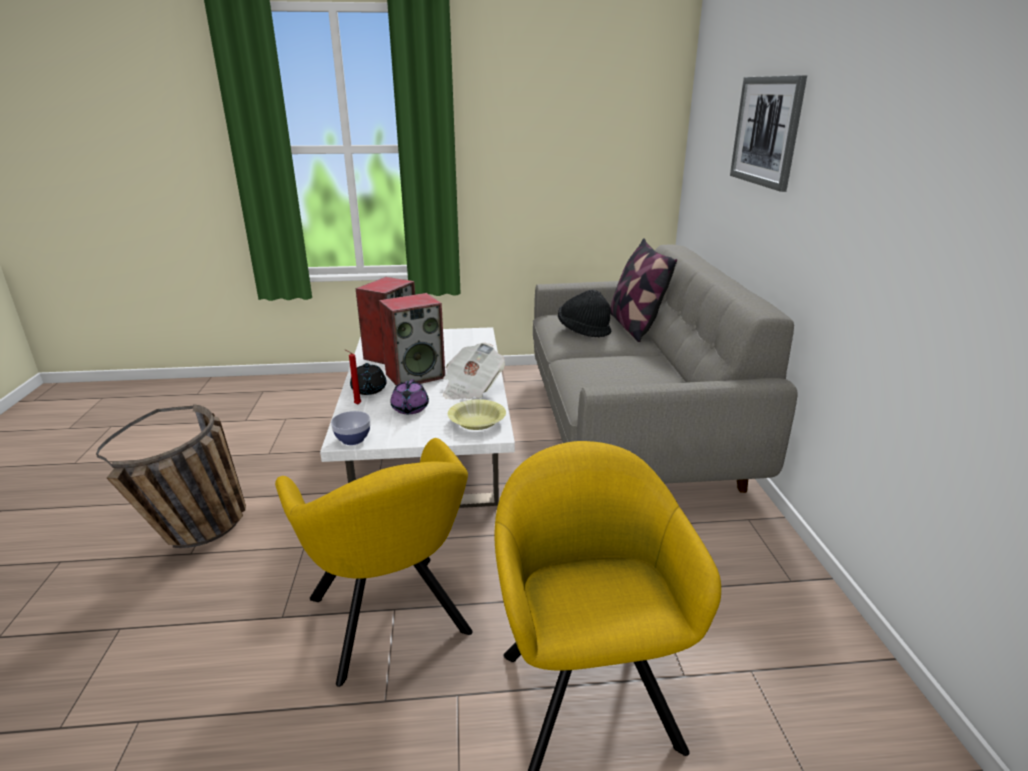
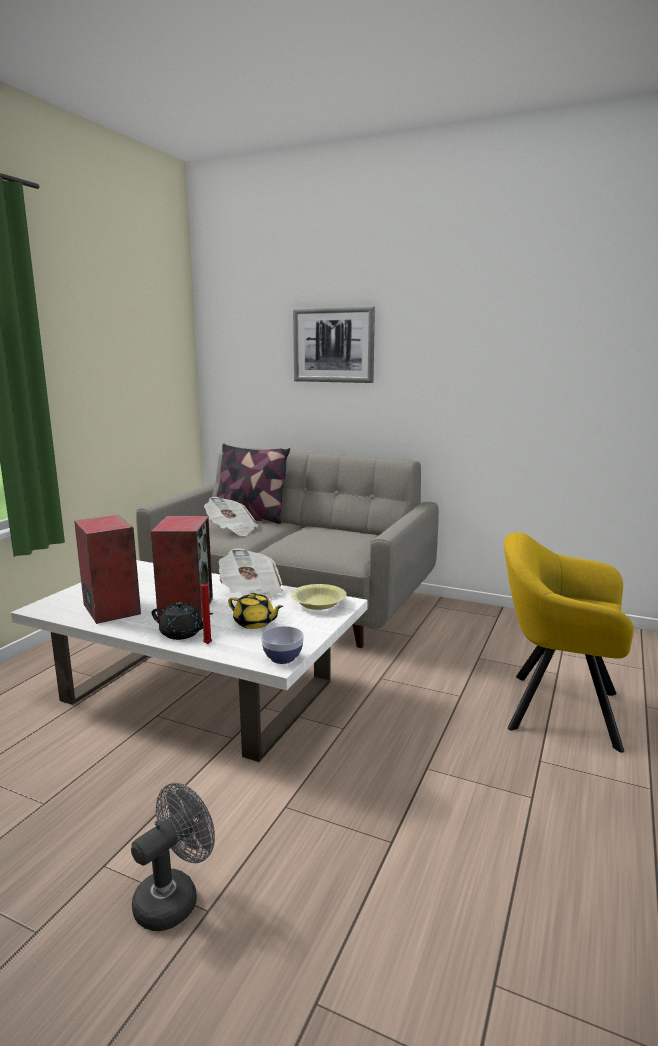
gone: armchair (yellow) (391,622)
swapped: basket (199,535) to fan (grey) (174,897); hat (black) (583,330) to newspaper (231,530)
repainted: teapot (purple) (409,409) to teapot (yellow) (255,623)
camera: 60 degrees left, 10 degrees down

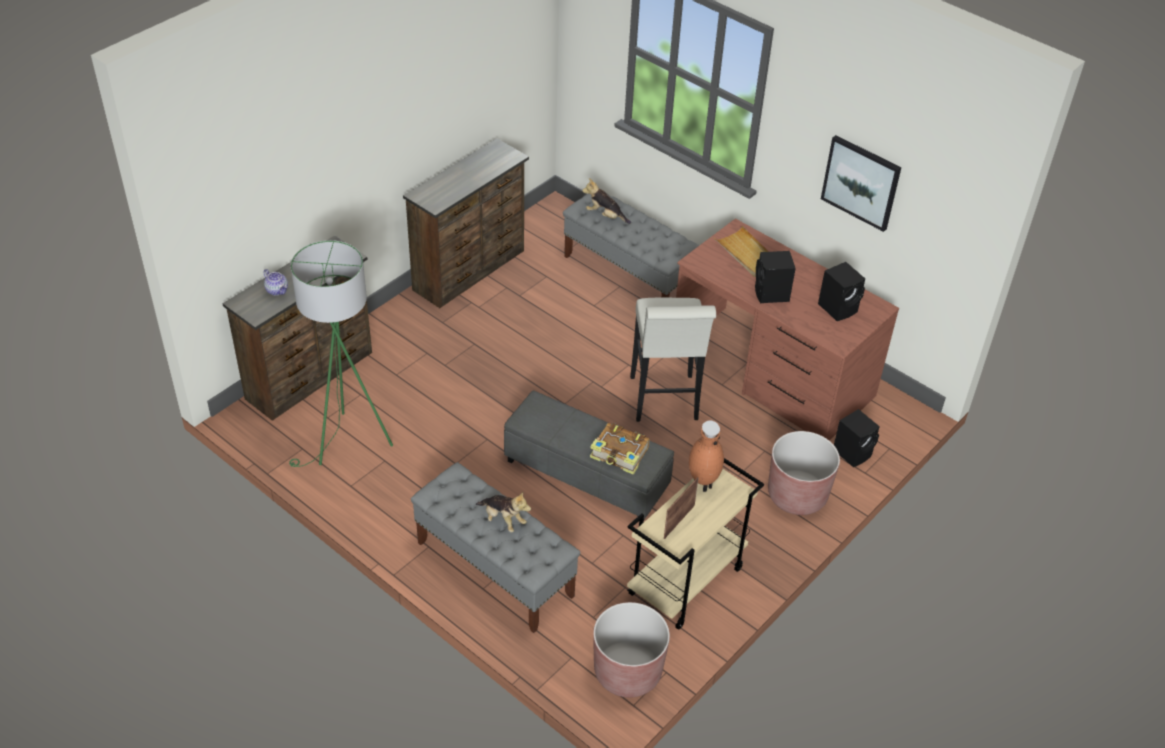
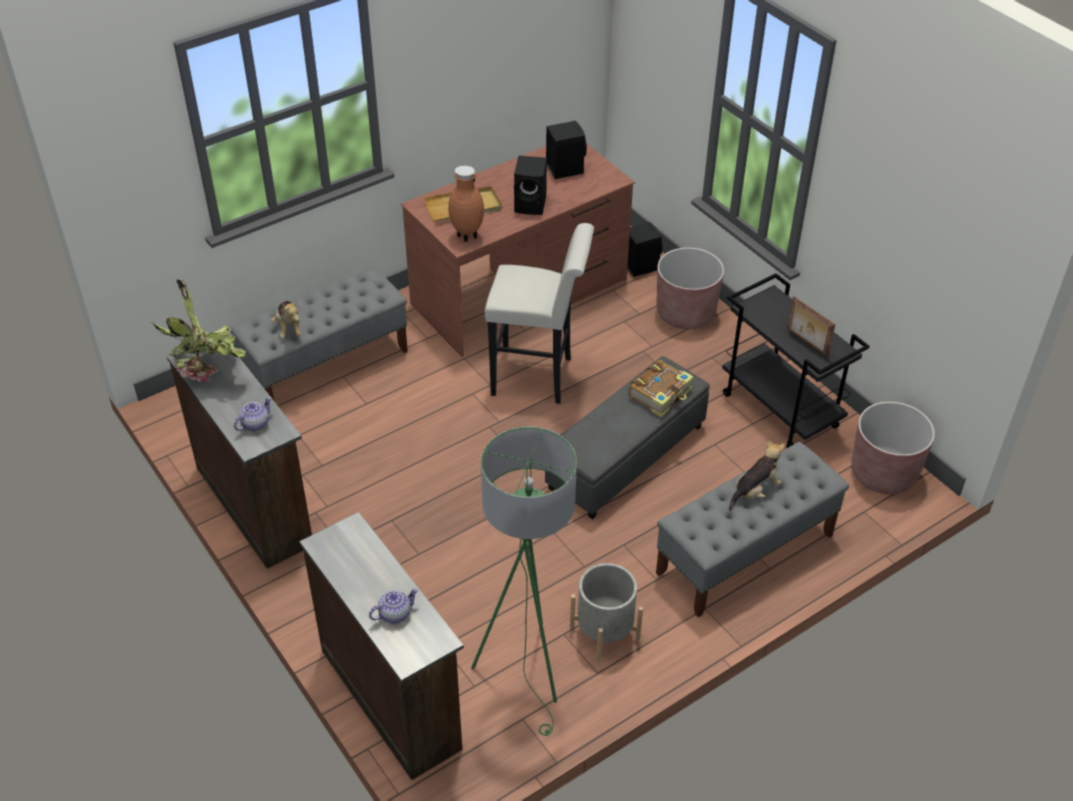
gone: picture (861,182)
new: potted plant (210,368); teapot (255,423); planter (grey) (604,632)
shifted: vase (brown) (702,484) to (467,237)
repainted: cart (beige) (685,582) to cart (black) (781,411)
rotated: plush toy (605,216) = (289,328) 60 degrees counterclockwise
camera: 75 degrees left, 0 degrees up

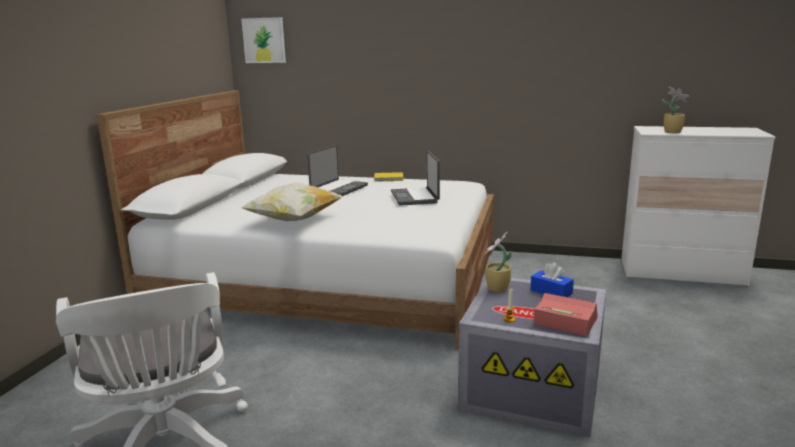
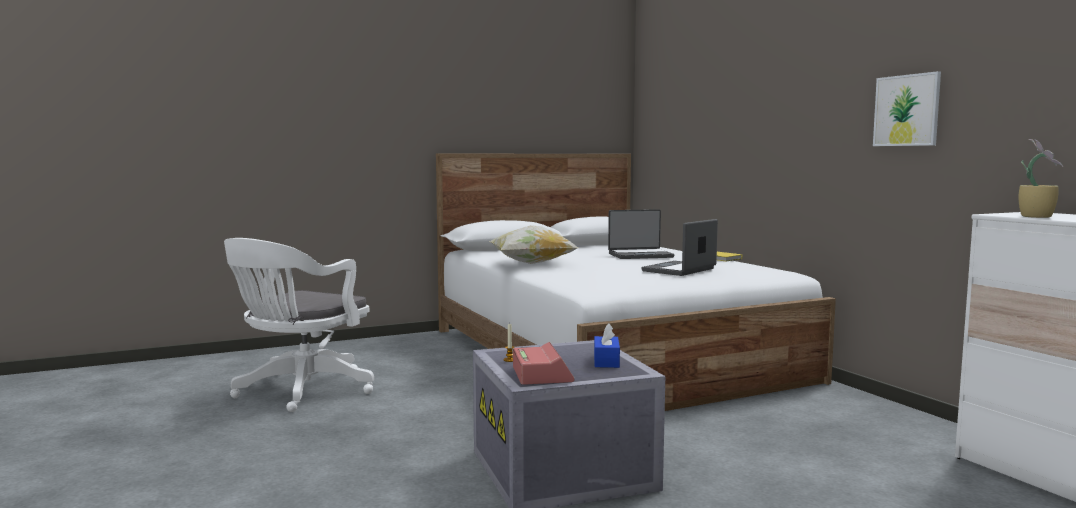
gone: potted plant (497,289)
shifted: picture (264,40) to (906,110)
camera: 50 degrees right, 10 degrees down

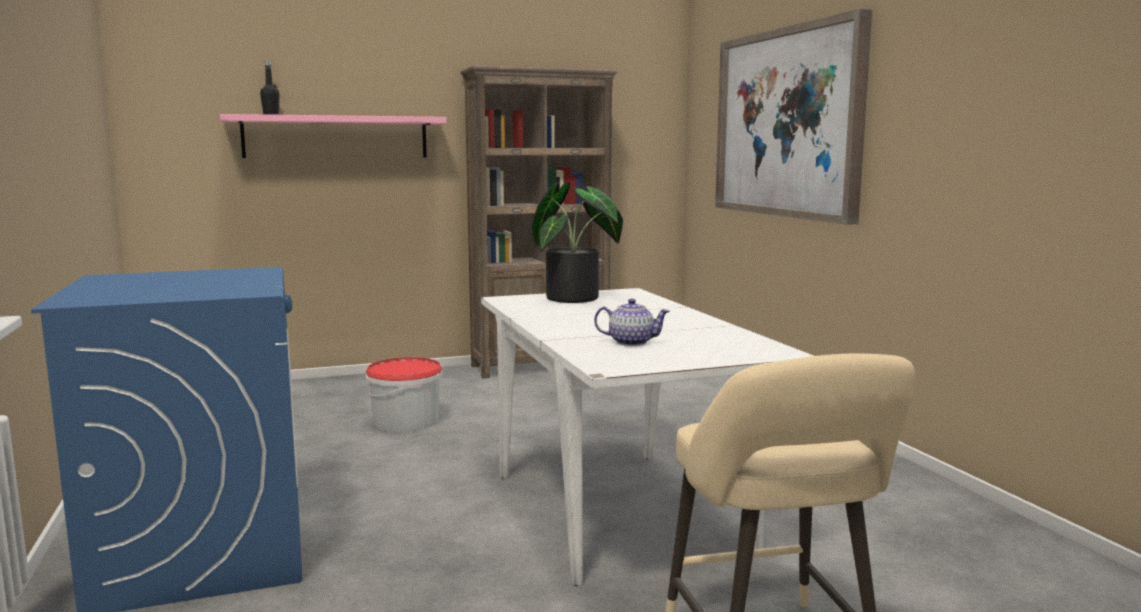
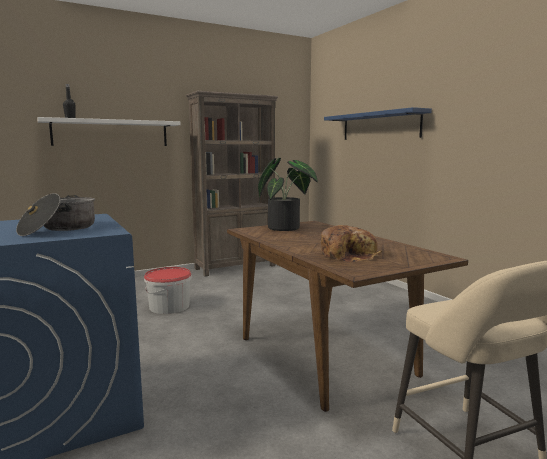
new: cooking pot (59,229)
swapped: teapot (631,342) to bread (349,255); picture (787,123) to shelf (blue) (379,126)
repainted: shelf (pink) (336,137) to shelf (white) (111,133); dining table (white) (619,511) to dining table (brown) (325,356)
camera: 10 degrees left, 0 degrees up

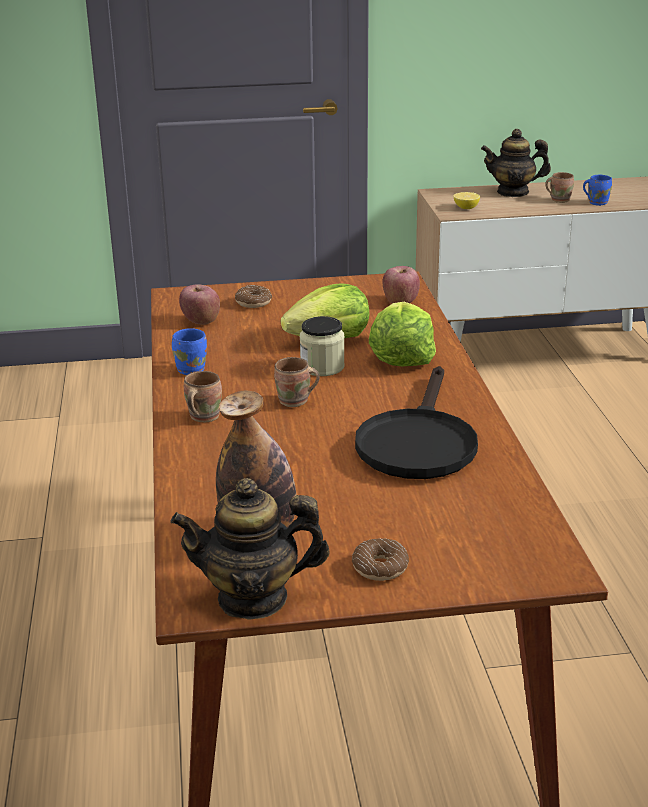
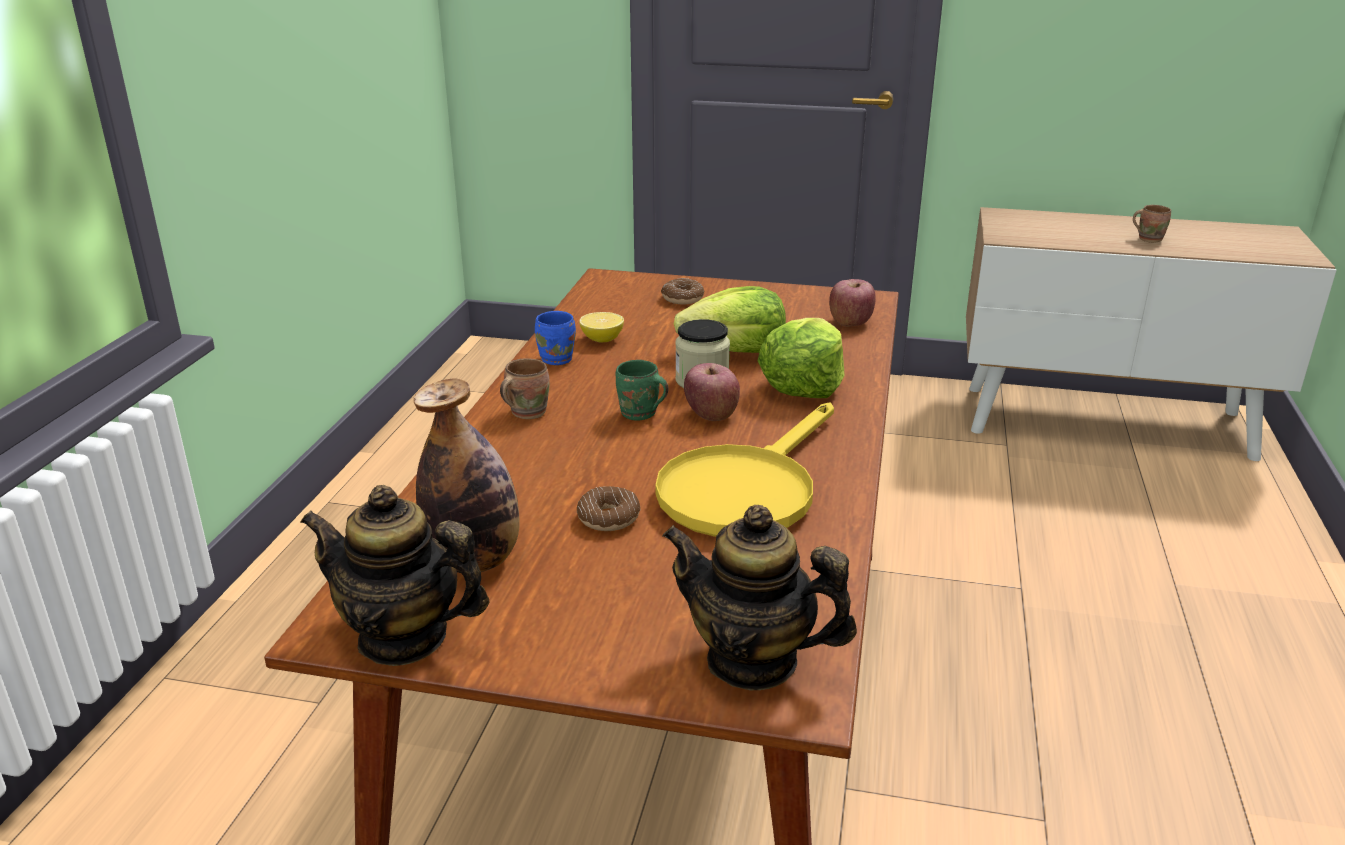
gone: mug (blue) (596,202)
shifted: donut (380,567) to (608,518); lemon (466,208) to (602,339); teapot (513,192) to (752,660); apple (200,321) to (711,414)
repainted: mug (brown) (295,402) to mug (green) (640,415); frying pan (black) (418,442) to frying pan (yellow) (745,489)
camera: 20 degrees right, 0 degrees up

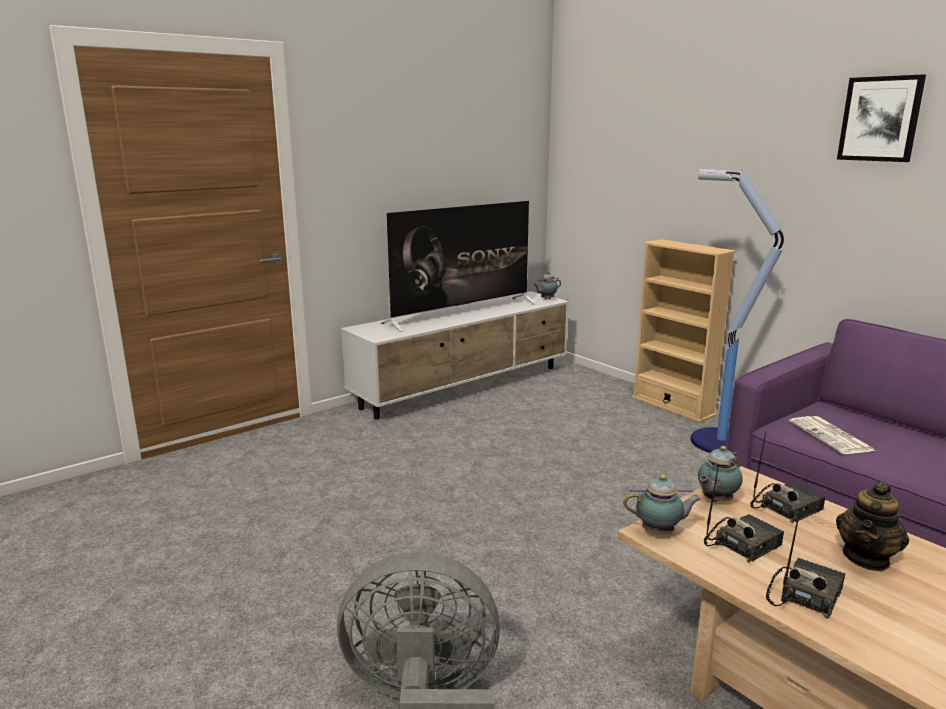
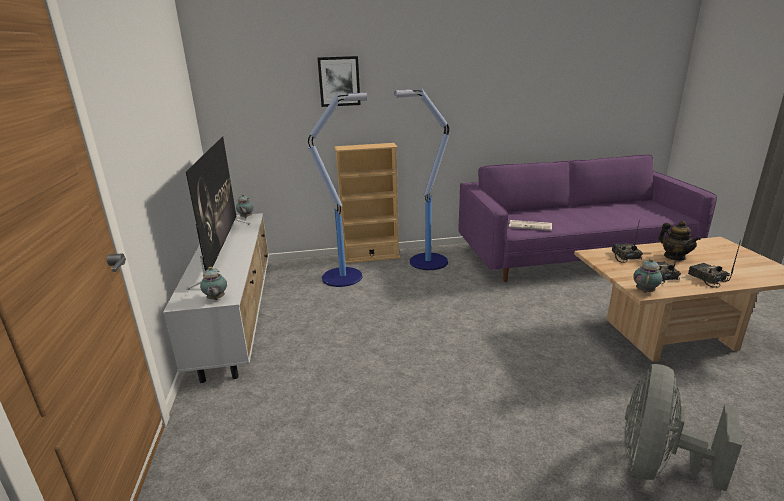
new: floor lamp (344,277)
shifted: teapot (715,500) to (215,299); picture (880,119) to (339,81)
camera: 60 degrees left, 5 degrees up

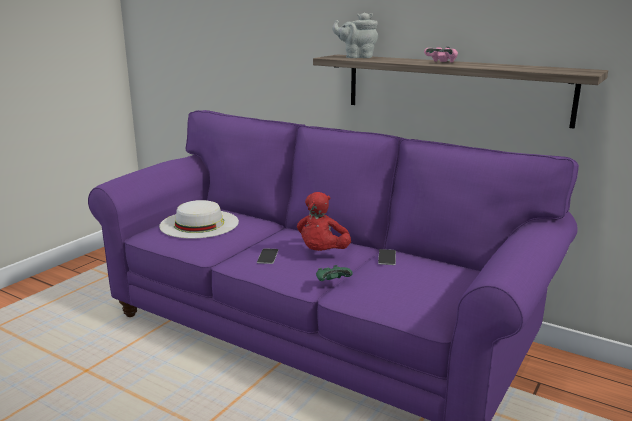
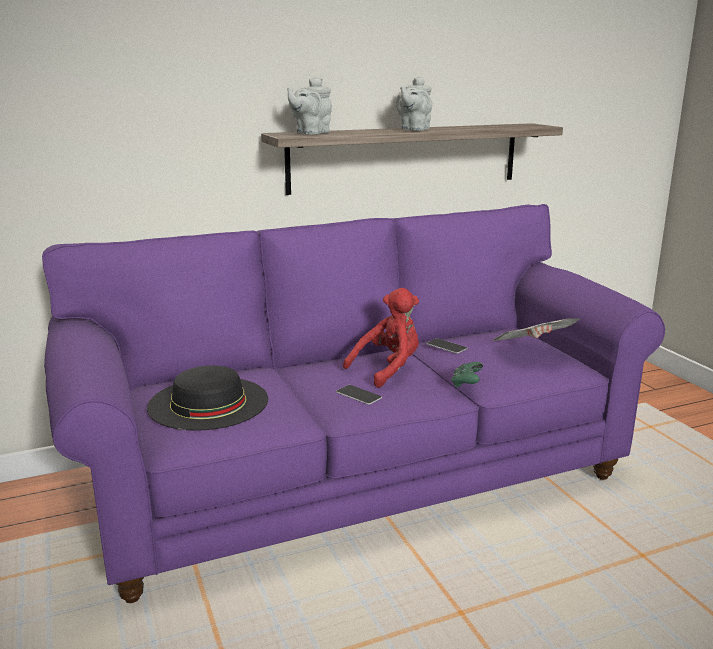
new: newspaper (532,351)
swapped: game controller (pink) (441,62) to teapot (grey) (414,129)
repainted: hat (white) (199,223) to hat (black) (208,402)
rotated: plush toy (red) (322,253) = (388,369) 90 degrees counterclockwise
camera: 55 degrees left, 0 degrees up

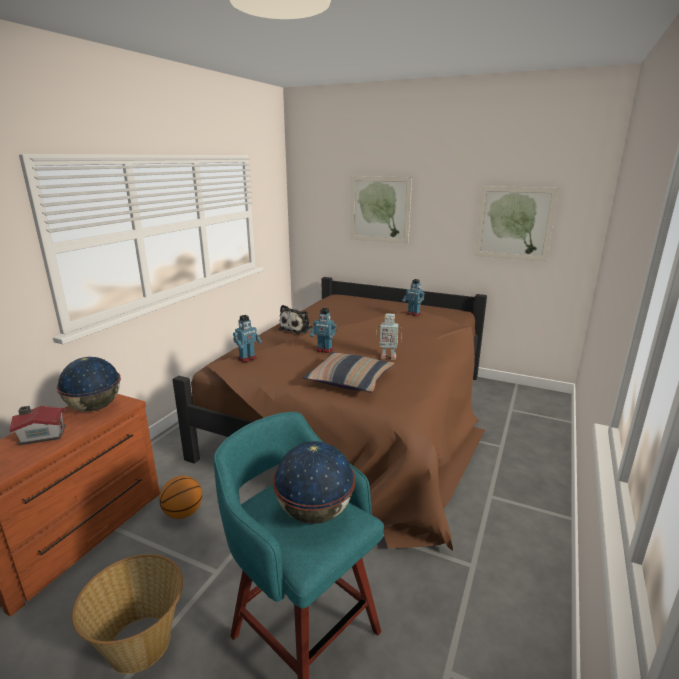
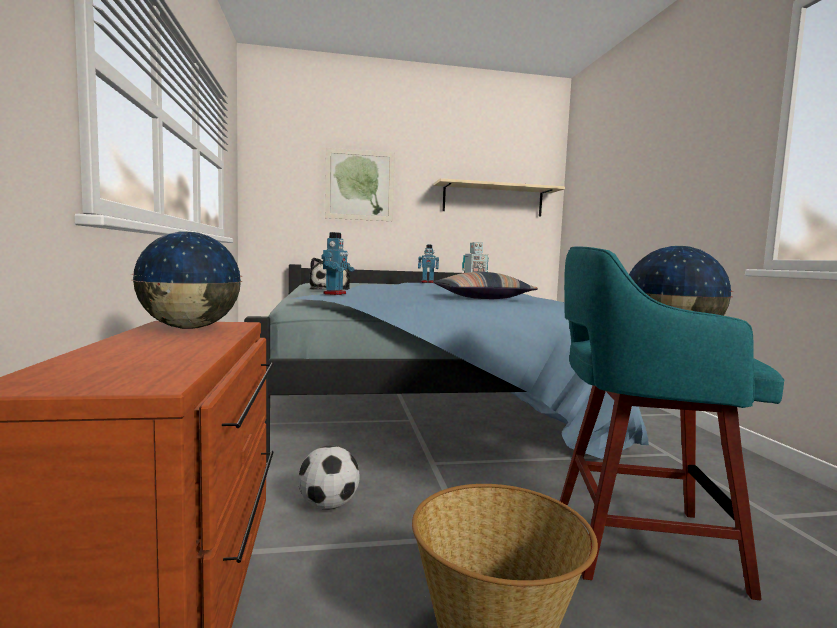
gone: toy house (42,435); toy robot (324,350)
swapped: basketball (183,513) to football (328,505); picture (514,223) to shelf (beige) (493,200)
repainted: bed (brown) (359,418) to bed (blue) (412,394)
camera: 35 degrees left, 15 degrees down

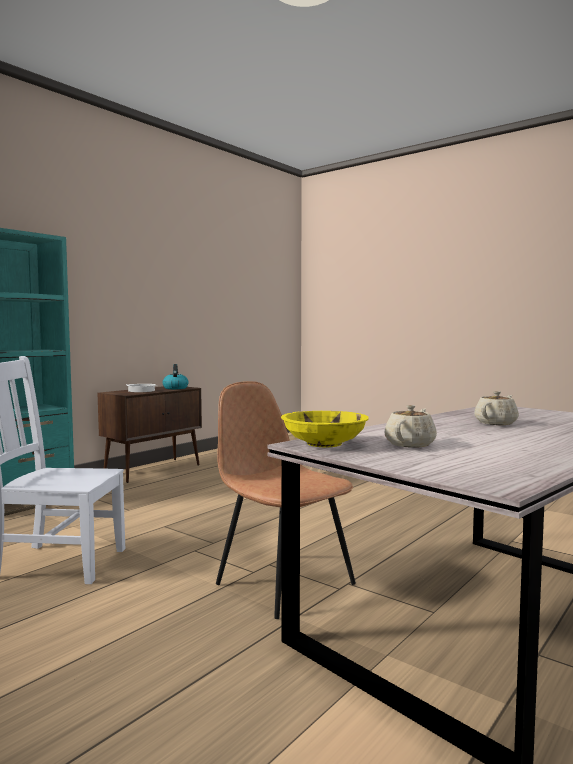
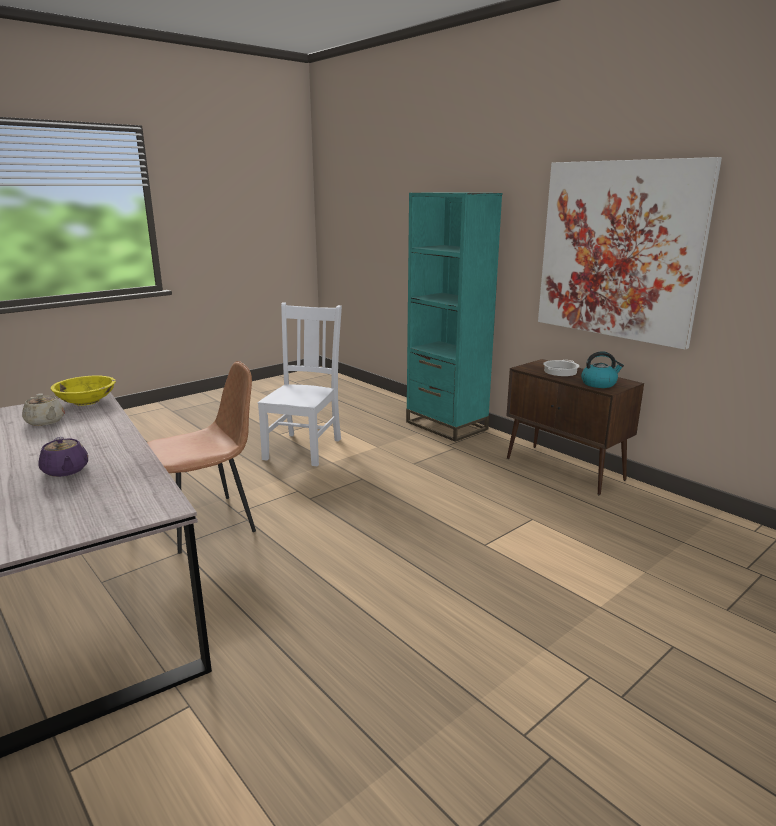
new: picture (619,250)
repainted: teapot (beige) (496,423) to teapot (purple) (65,471)
camera: 100 degrees right, 15 degrees up

